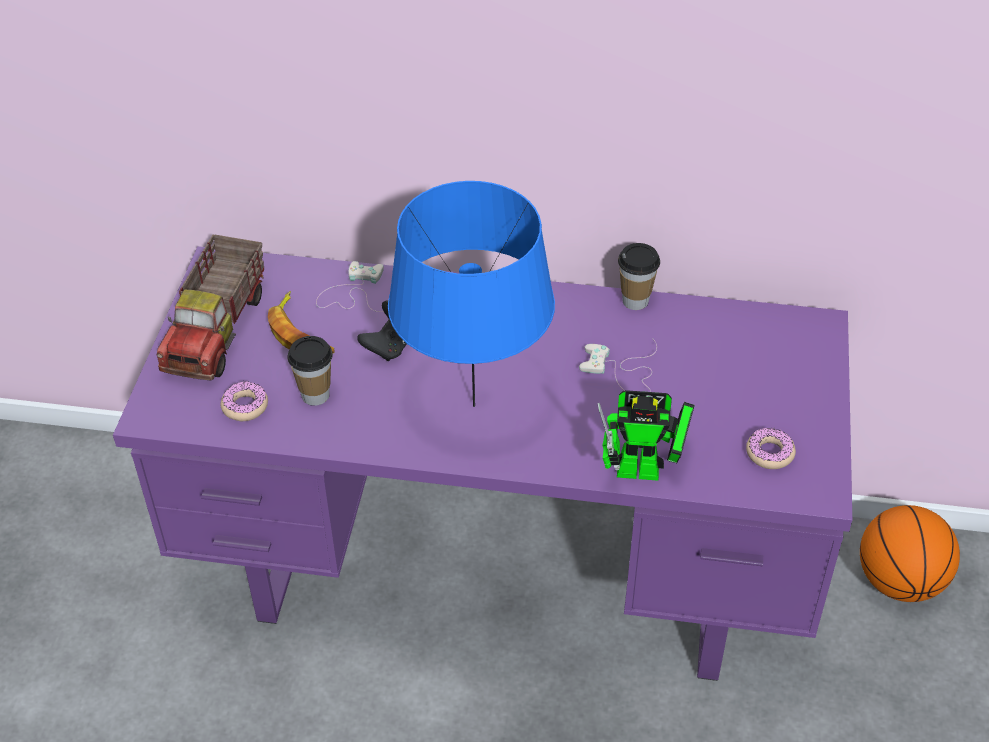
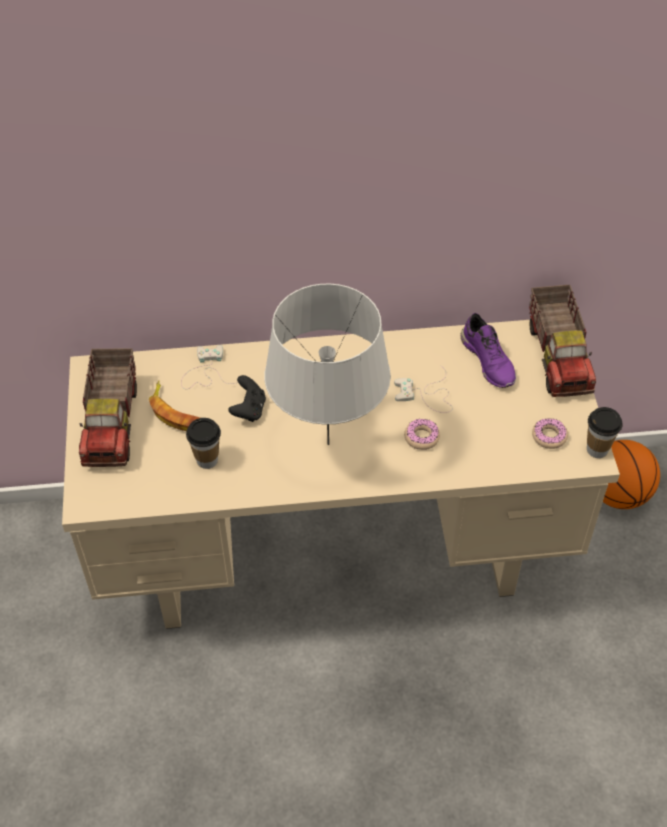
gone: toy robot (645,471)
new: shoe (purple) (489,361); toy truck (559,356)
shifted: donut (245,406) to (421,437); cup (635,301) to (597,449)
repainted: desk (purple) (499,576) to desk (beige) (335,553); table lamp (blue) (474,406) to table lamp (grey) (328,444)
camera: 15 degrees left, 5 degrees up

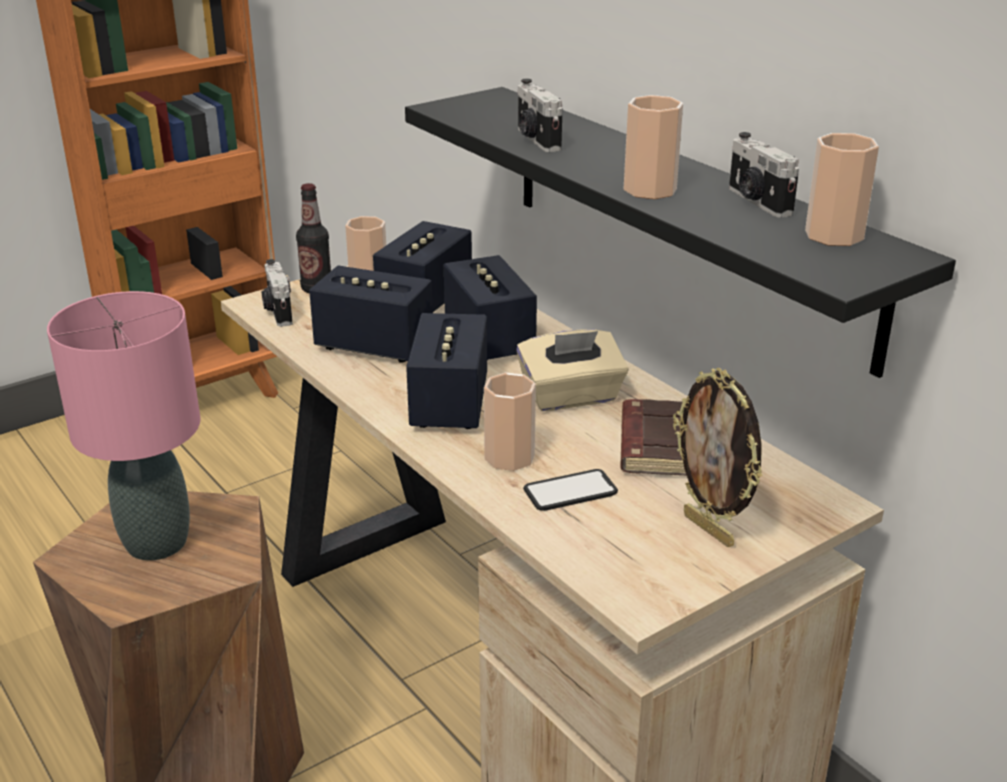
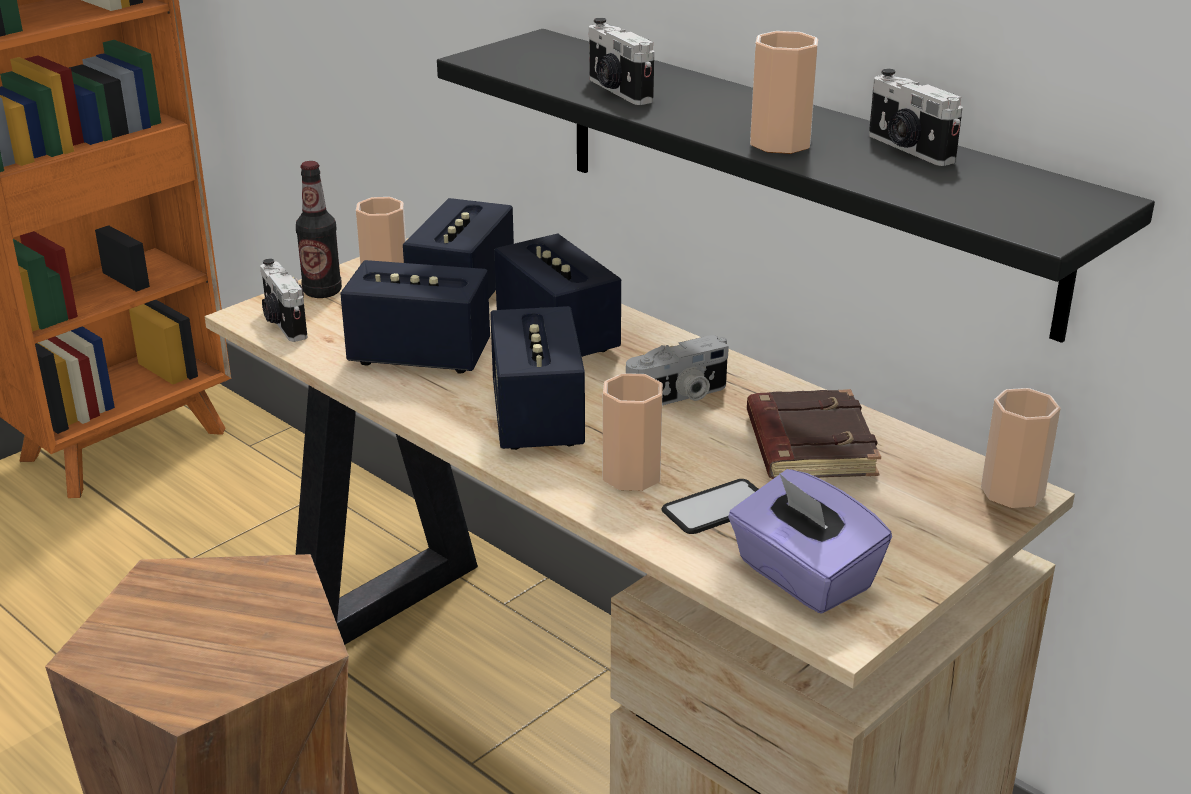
gone: table lamp (pink) (155,542); picture frame (710,530)
new: tissue box (purple) (803,576)
shifted: cup (834,235) to (1012,492)
swapped: tissue box (beige) (571,397) to photo camera (679,397)
camera: 10 degrees left, 0 degrees up

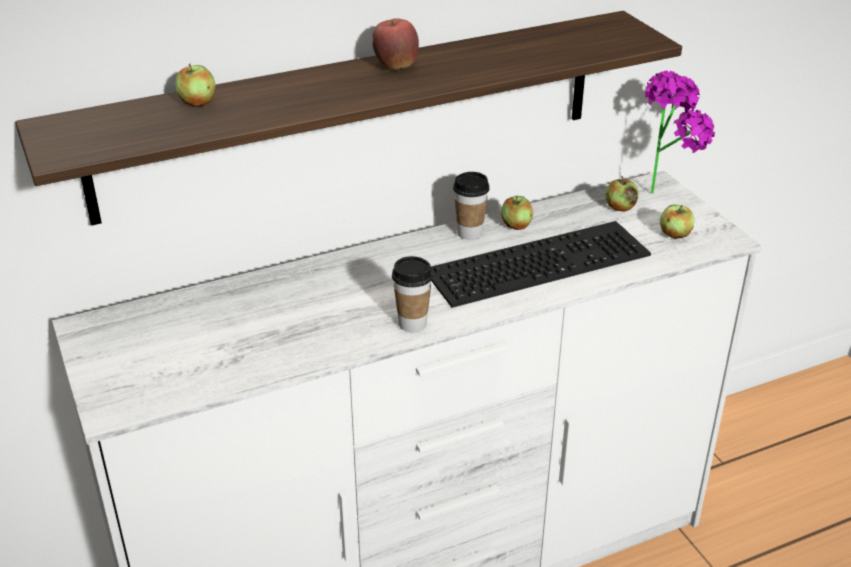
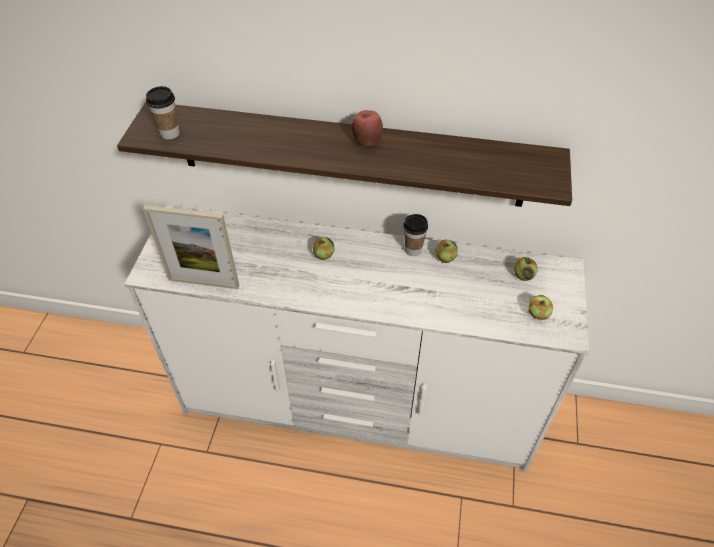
gone: keyboard (538,260); potted plant (667,190)
new: picture frame (203,282)
shifted: cup (412,323) to (170,133); apple (197,102) to (323,255)
camera: 35 degrees right, 15 degrees up

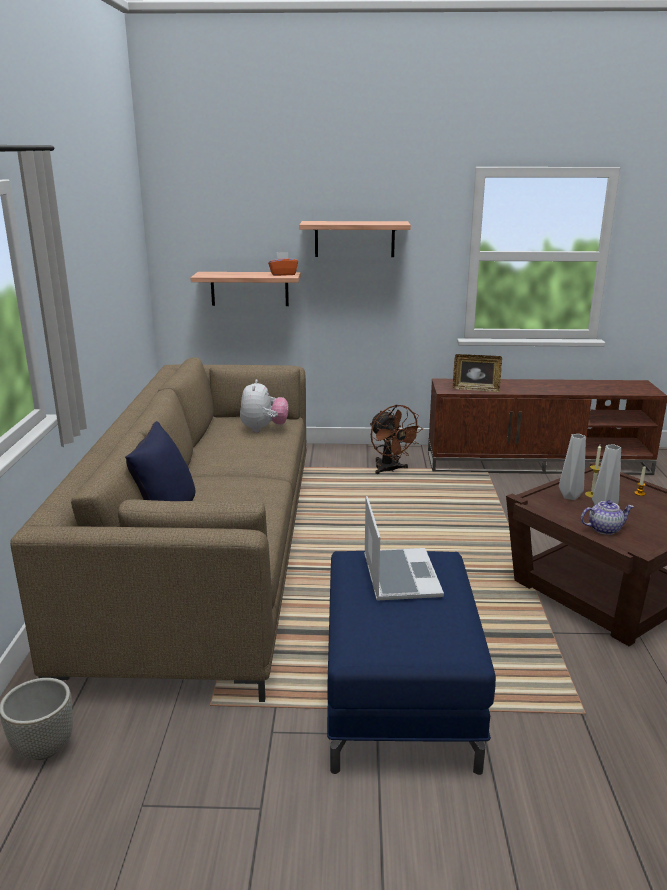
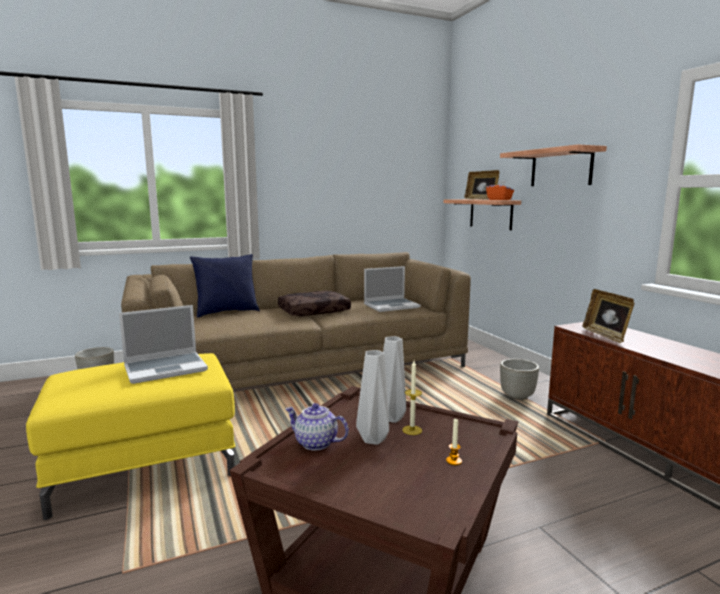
new: pillow (brown) (314,311); picture frame (481,199)
swapped: plush toy (263,429) to laptop (391,306); fan (brown) (390,470) to planter (grey) (517,396)
repainted: ottoman (blue) (397,697) to ottoman (yellow) (145,465)
rotated: teapot (604,529) = (315,443) 150 degrees clockwise
camera: 65 degrees right, 10 degrees down

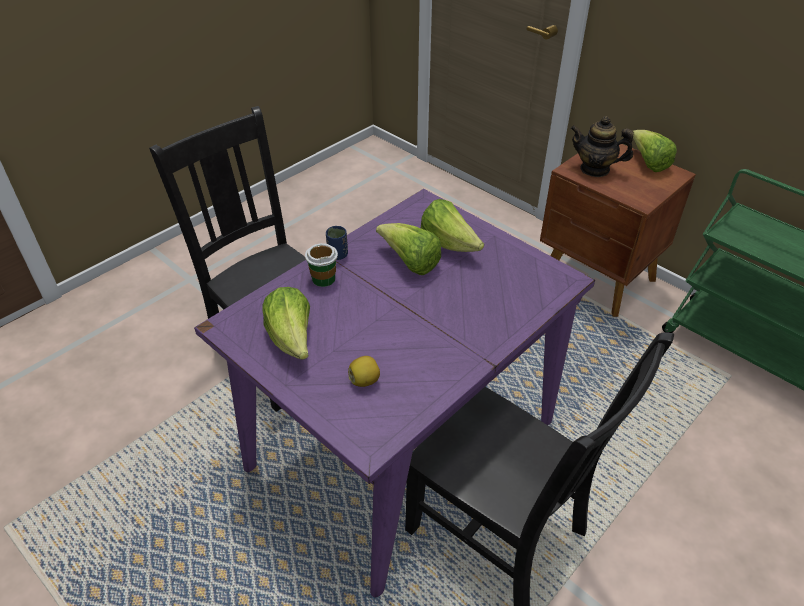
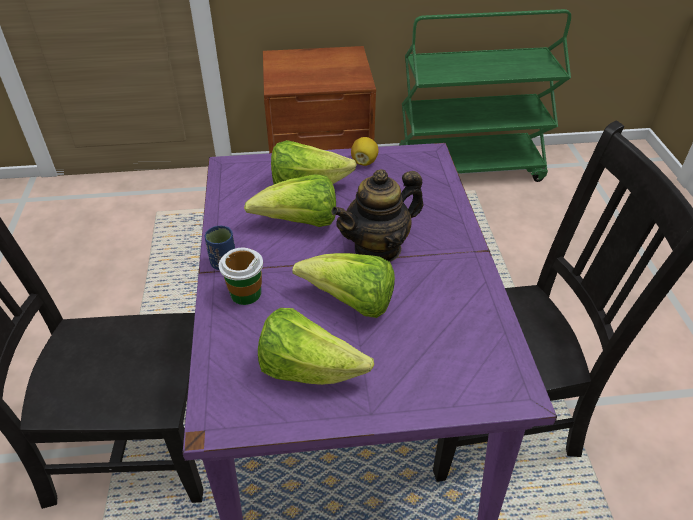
shifted: lettuce (648,163) to (350,302); teapot (595,169) to (378,248); lemon (365,380) to (364,162)
camera: 50 degrees left, 0 degrees up

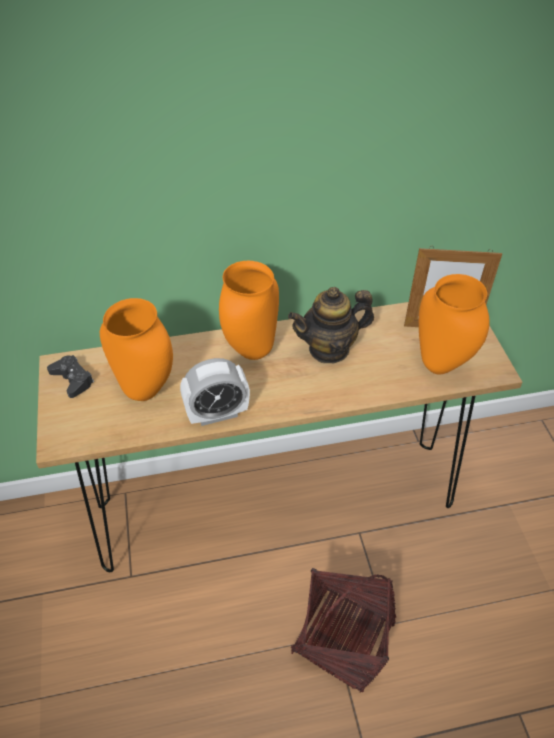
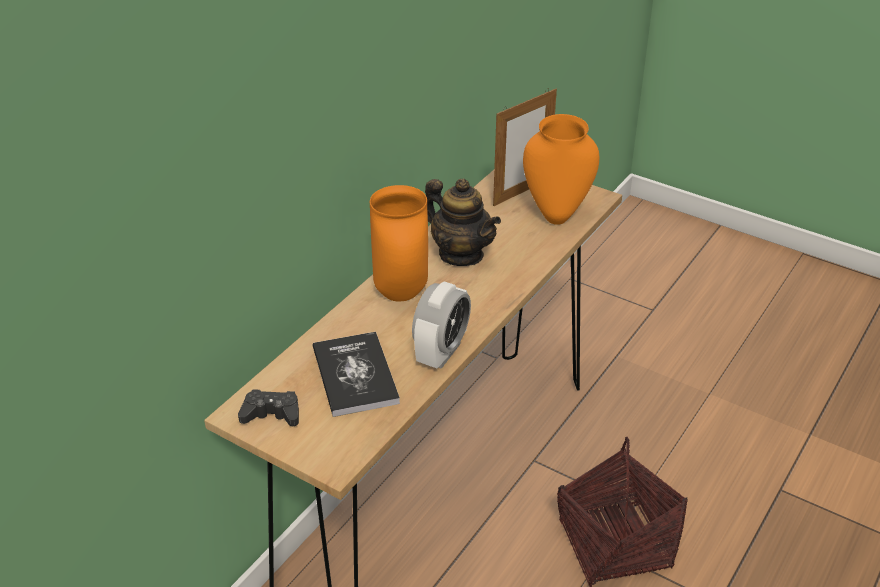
swapped: vase (orange) (147,389) to book (355,375)
rotated: teapot (329,349) = (461,254) 75 degrees counterclockwise
camera: 45 degrees left, 10 degrees down

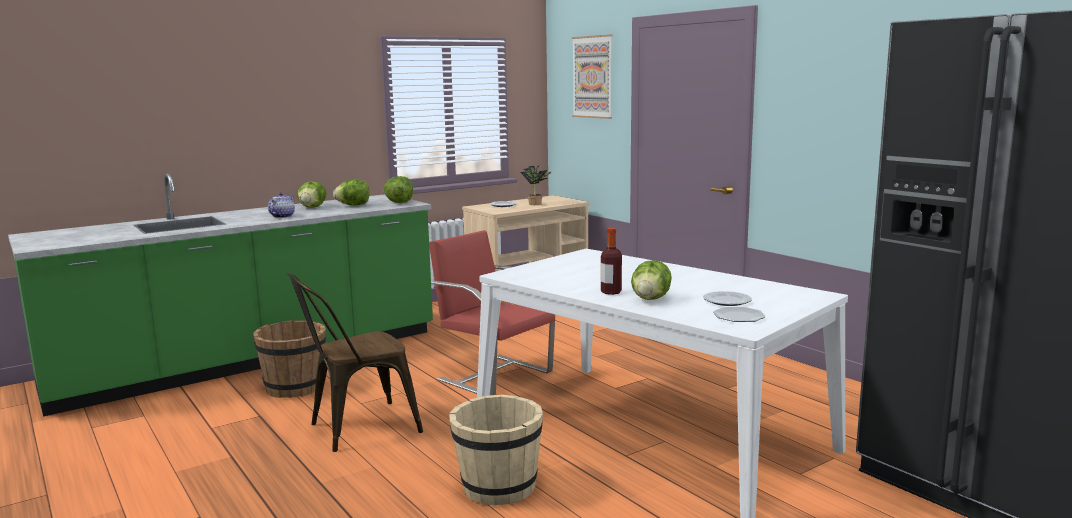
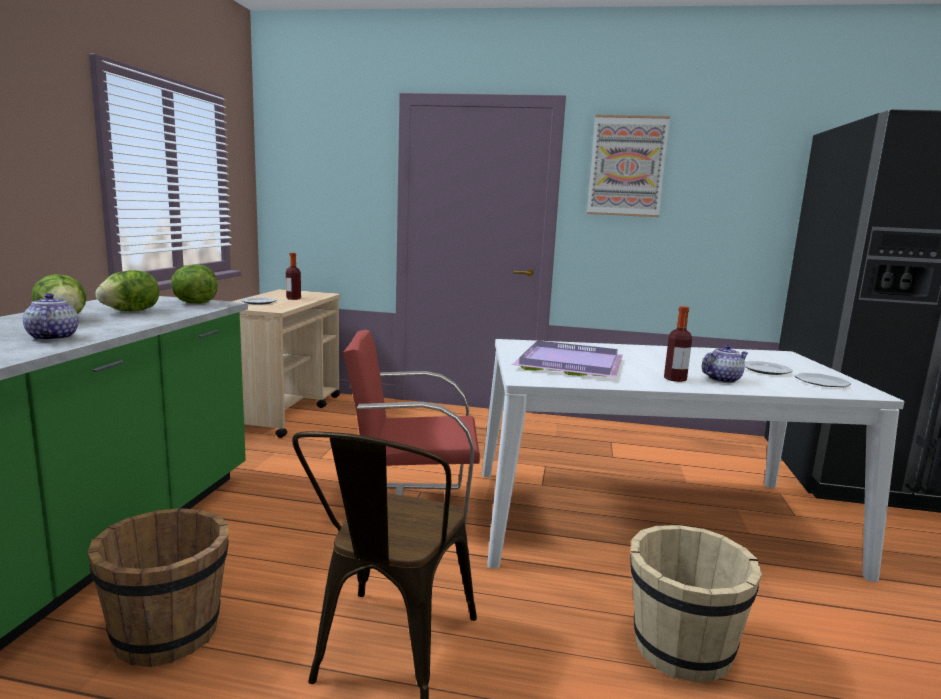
new: tray (purple) (567,364)
shifted: picture (592,77) to (627,166)
swapped: potted plant (537,204) to bottle (293,298); lettuce (650,299) to teapot (722,379)
camera: 45 degrees left, 0 degrees up

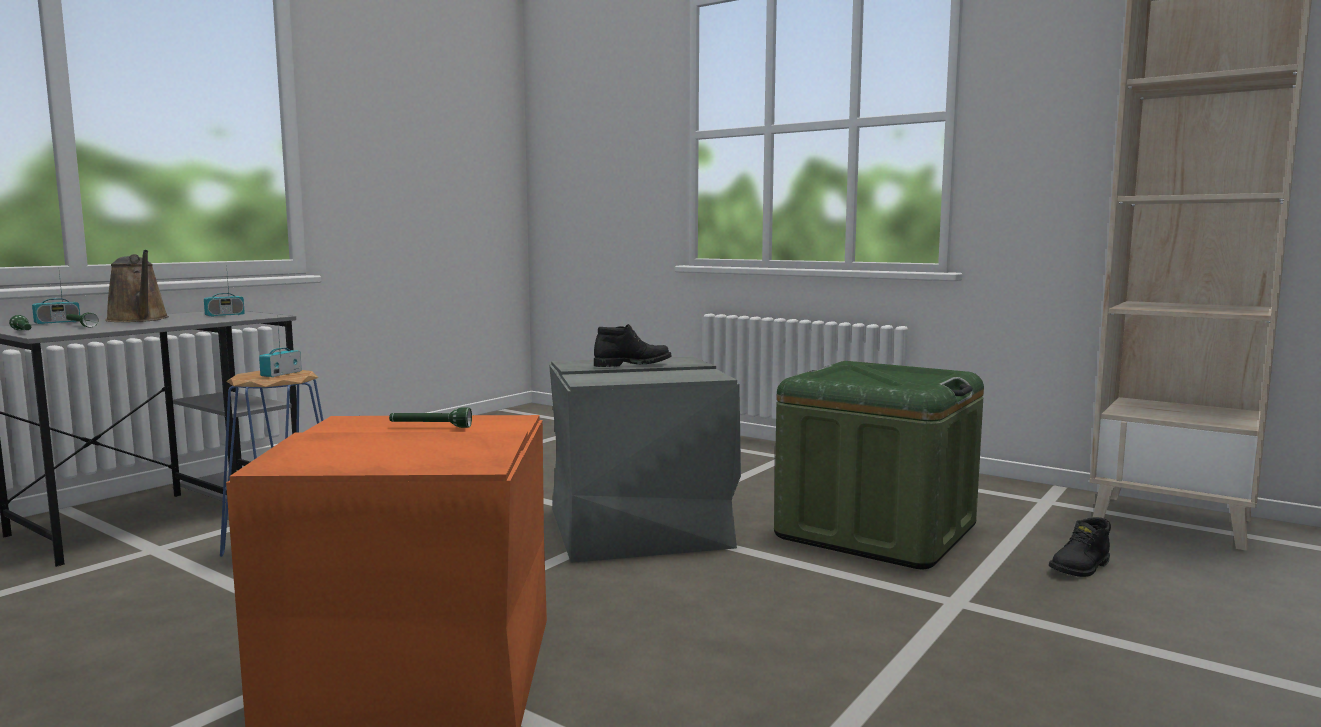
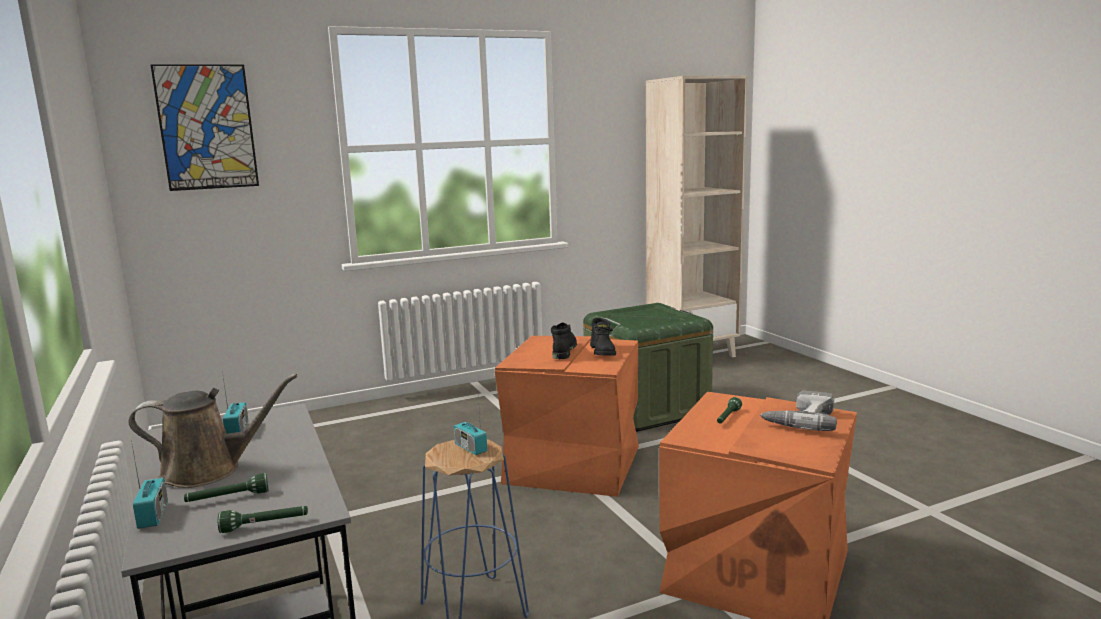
new: picture (206,127); power drill (799,419)
shifted: boot (black) (1081,568) to (603,352)
repainted: storage box (grey) (641,528) to storage box (orange) (575,463)
camera: 60 degrees left, 5 degrees up

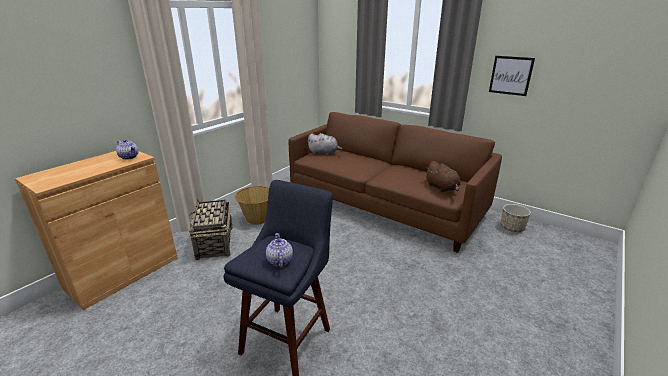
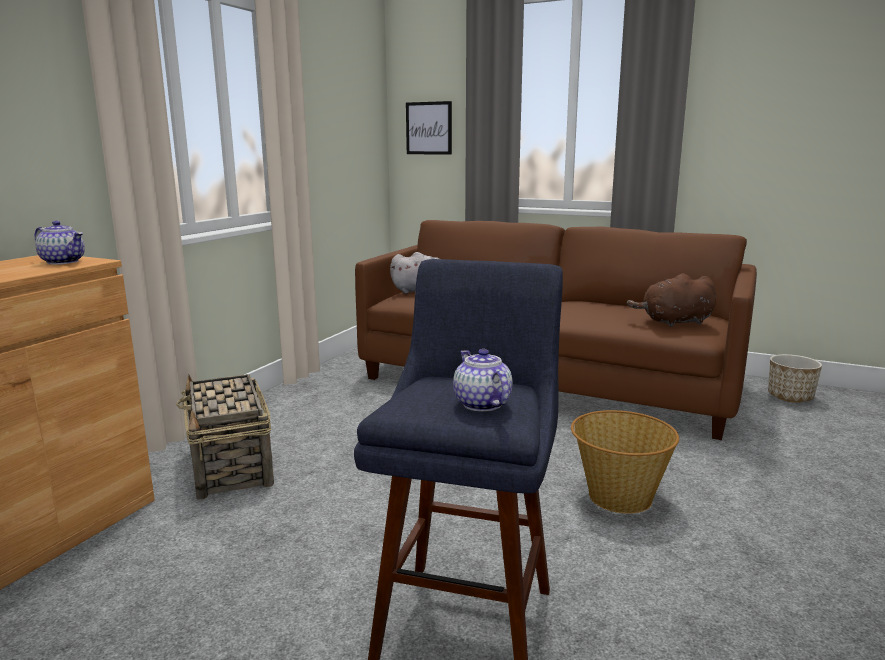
shifted: picture (510,75) to (429,128); basket (257,218) to (618,496)
rotated: plush toy (brown) (442,188) = (674,322) 120 degrees clockwise
camera: 10 degrees left, 10 degrees down

